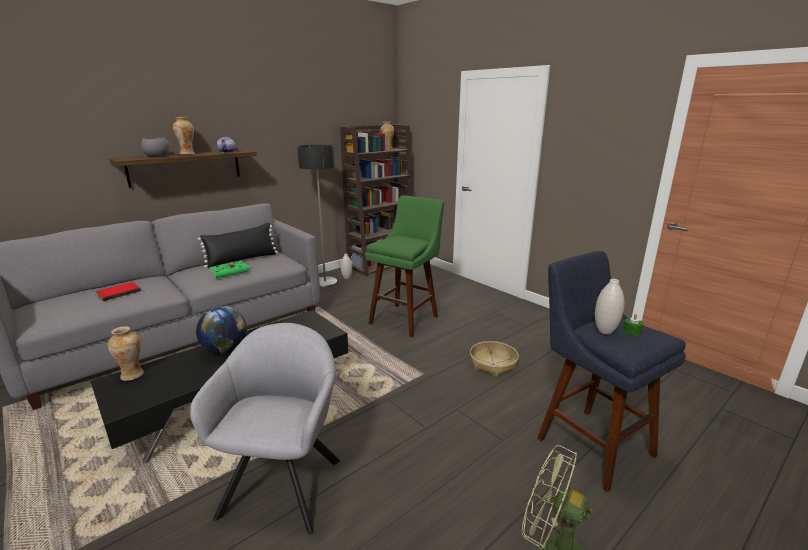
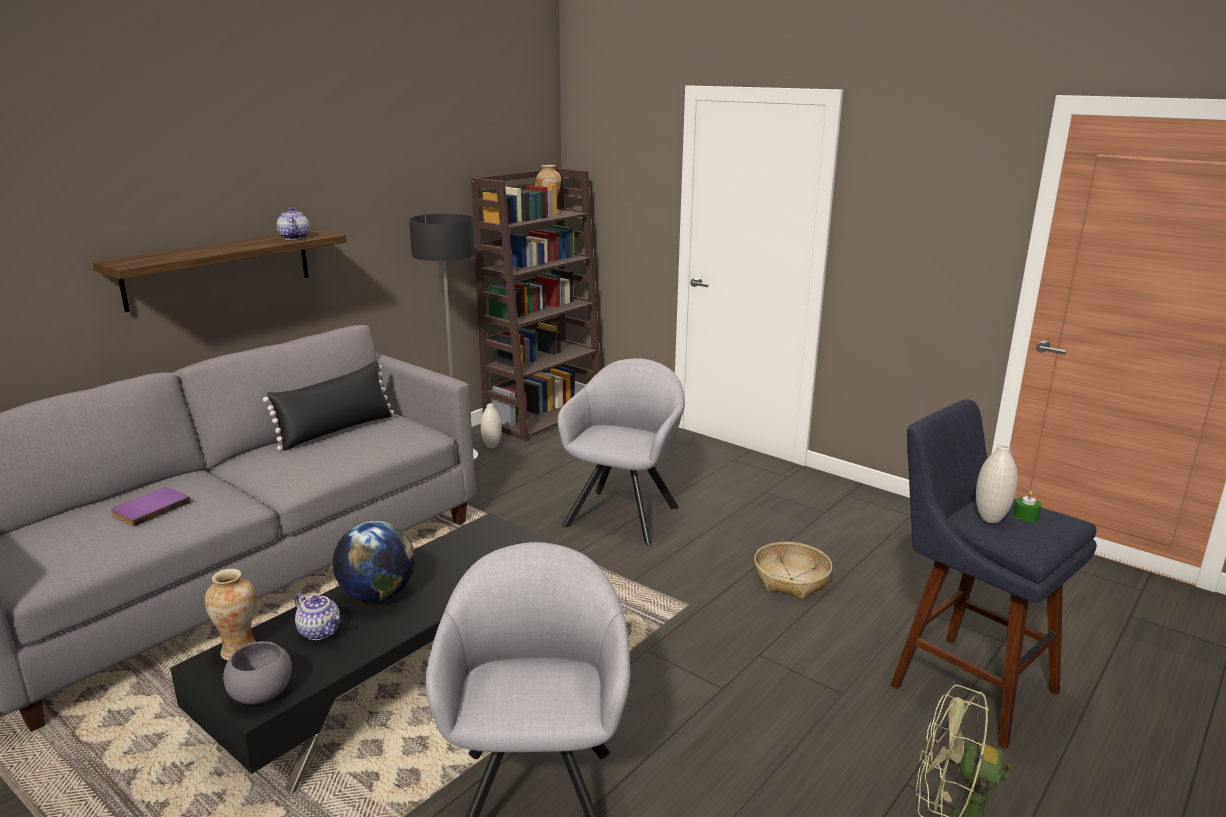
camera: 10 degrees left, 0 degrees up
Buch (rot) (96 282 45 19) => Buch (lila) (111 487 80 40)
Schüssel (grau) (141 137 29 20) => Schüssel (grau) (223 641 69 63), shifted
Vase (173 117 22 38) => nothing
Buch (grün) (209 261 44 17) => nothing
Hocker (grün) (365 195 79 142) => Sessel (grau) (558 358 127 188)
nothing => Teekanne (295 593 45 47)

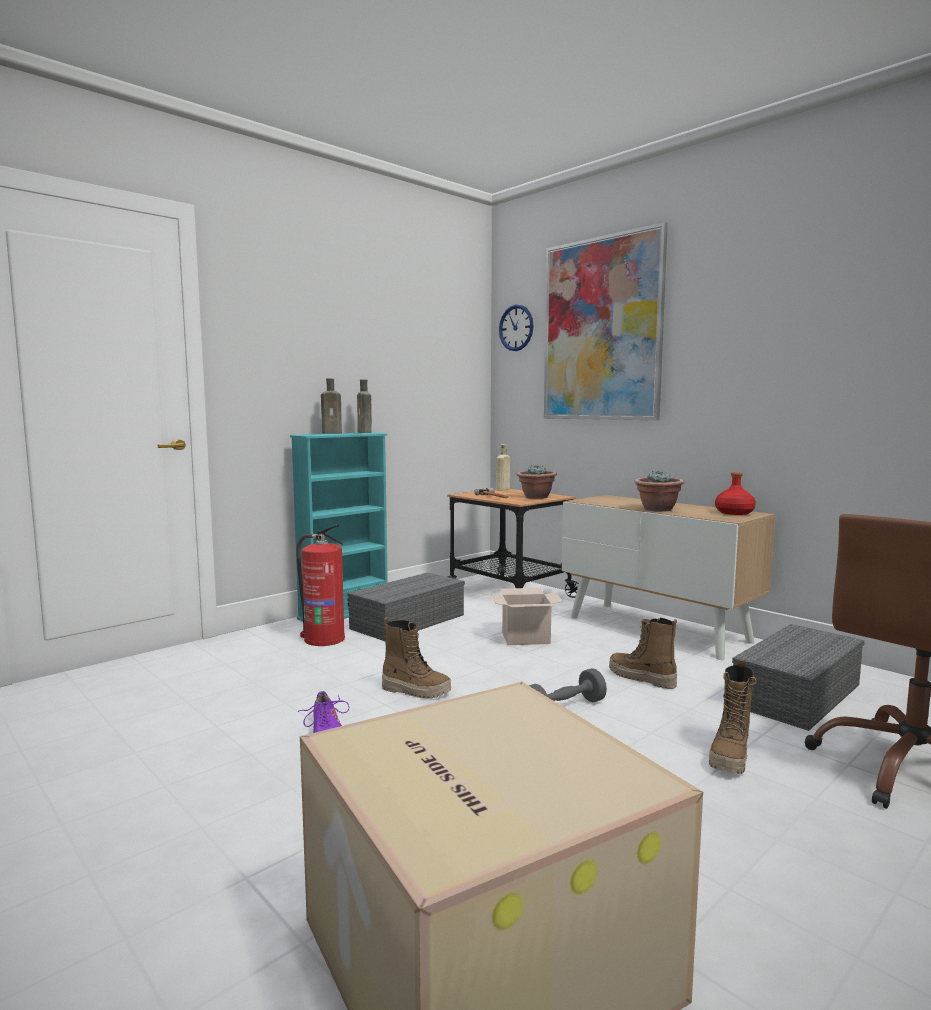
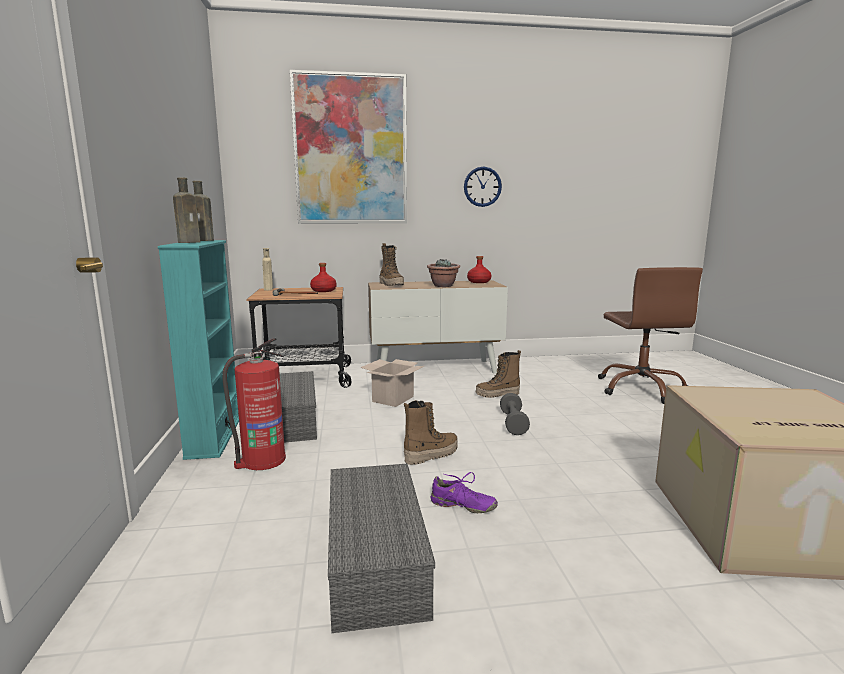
camera: 55 degrees left, 5 degrees up
Wanduhr (499 304 34 47) => Wanduhr (464 166 38 41), shifted
Topfpflanze (517 465 40 34) => Flasche (rot) (310 263 27 29)
Stiefel (709 659 48 115) => Stiefel (379 243 25 43), shifted
Aufbewahrungsbox (grau) (732 624 133 107) => Aufbewahrungsbox (grau) (328 463 107 170), shifted

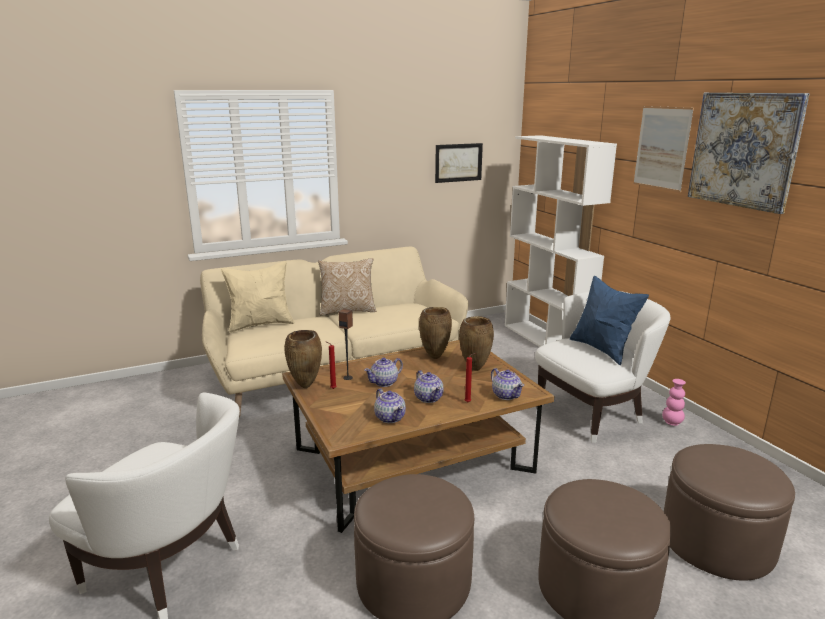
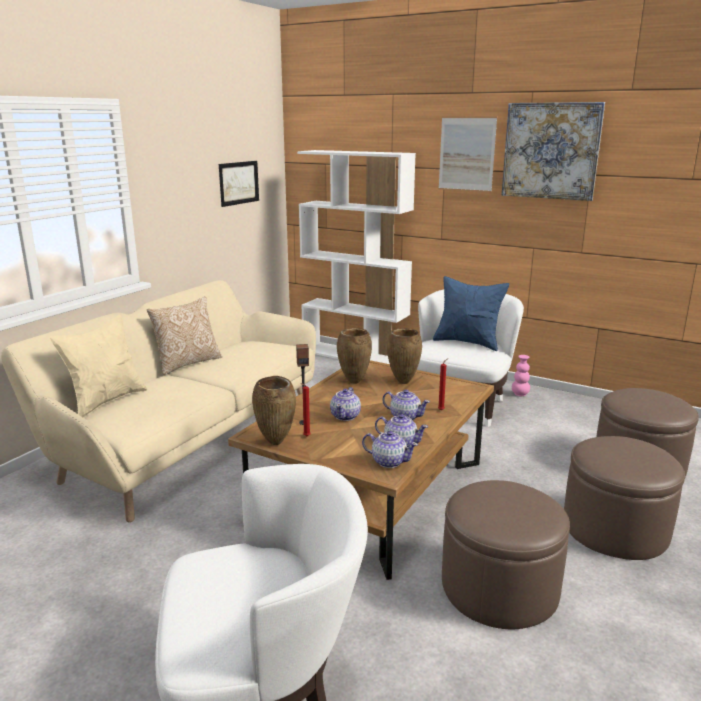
camera: 35 degrees left, 0 degrees up
Teekanne (491 368 33 32) => Teekanne (362 431 56 37), shifted

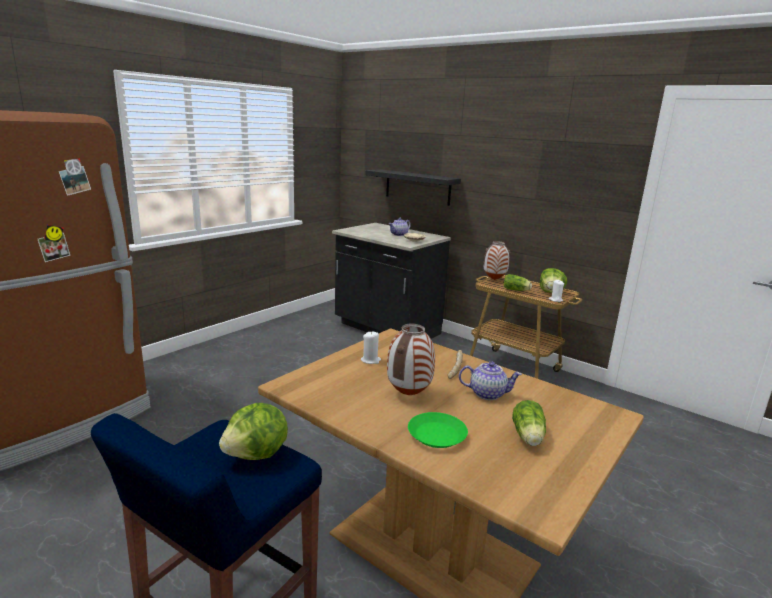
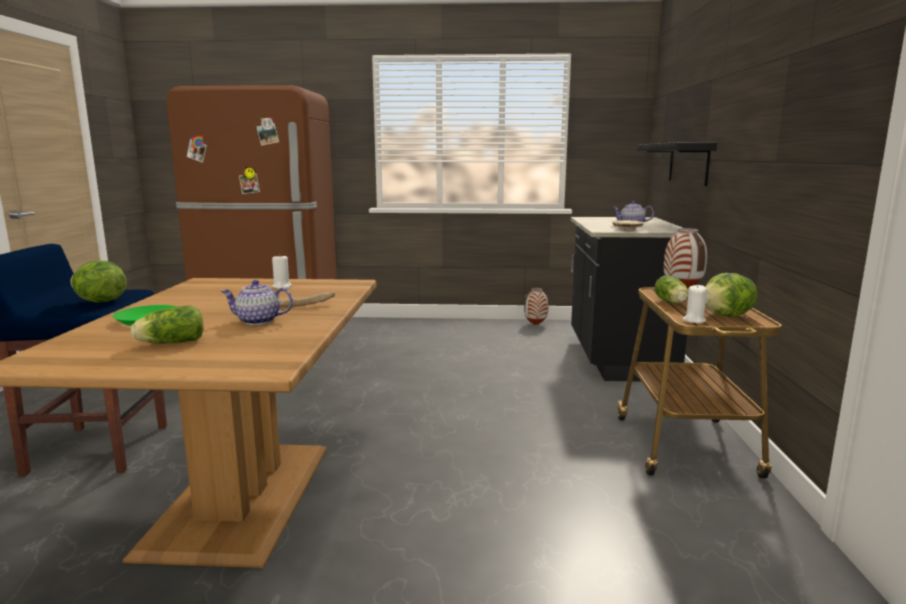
camera: 55 degrees right, 5 degrees down
Vase (387 324 48 71) => Vase (524 288 25 37), shifted
Teekanne (459 362 63 38) => Teekanne (221 280 72 45), 120 degrees clockwise

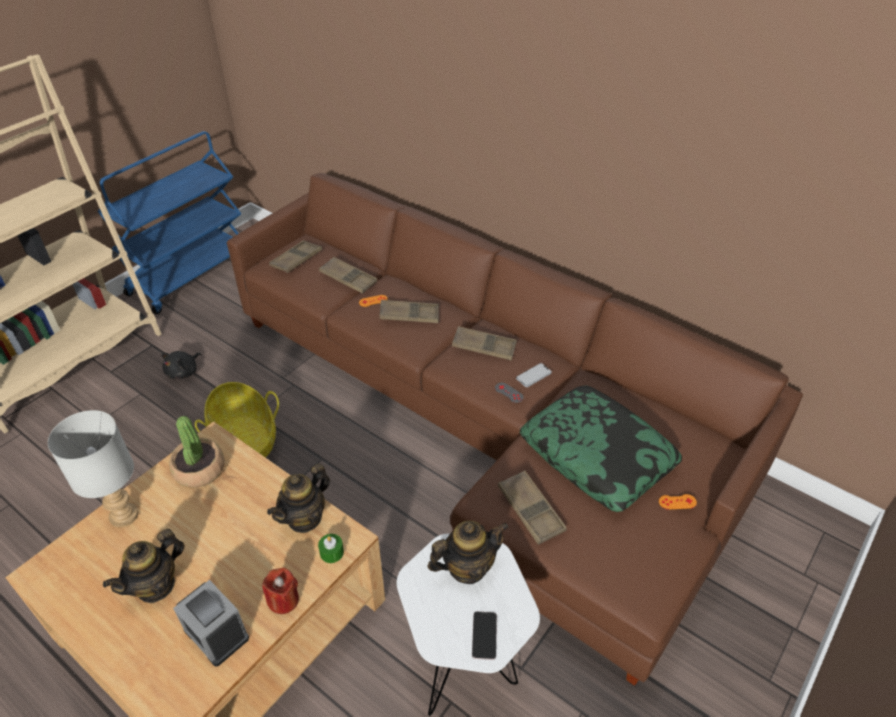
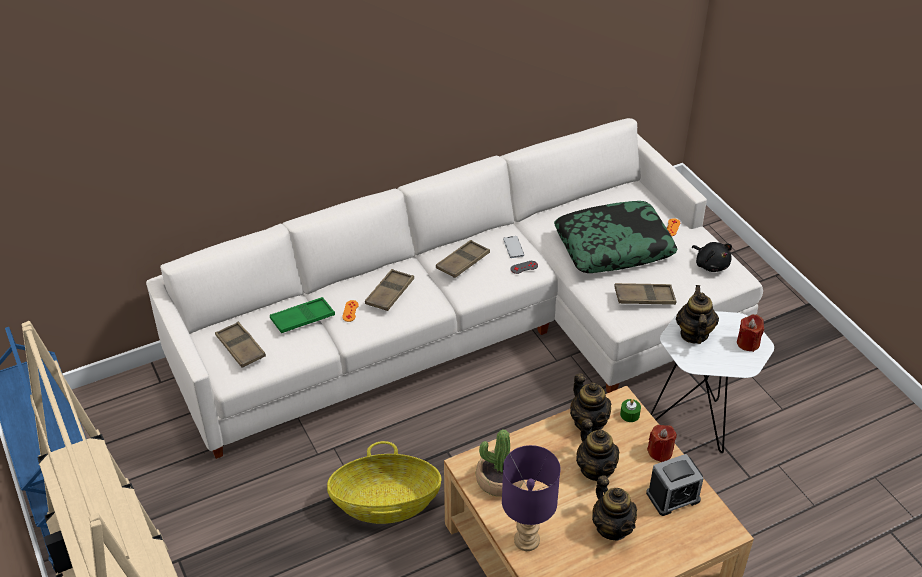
camera: 65 degrees left, 0 degrees up
Tischlampe (grau) (48 410 90 117) => Tischlampe (lila) (502 445 59 106)
Plüschtier (schwarz) (161 351 41 28) => Plüschtier (schwarz) (692 242 40 30), shifted
Sofa (braun) (227 173 576 513) => Sofa (weiß) (146 118 617 341)
Tablett (braun) (319 257 58 37) => Tablett (grün) (270 297 65 36)
Handy (472 611 25 49) => Kerze (rot) (737 314 27 38)
nothing => Teekanne (576 419 43 62)

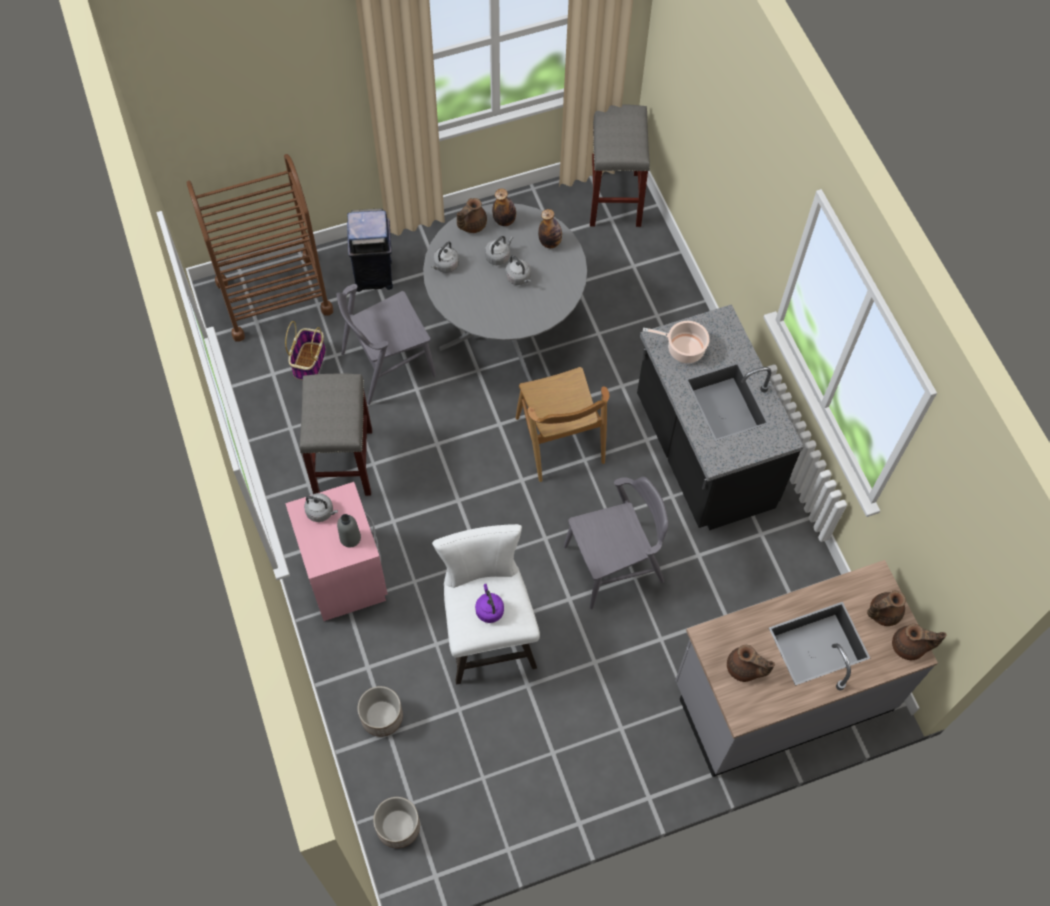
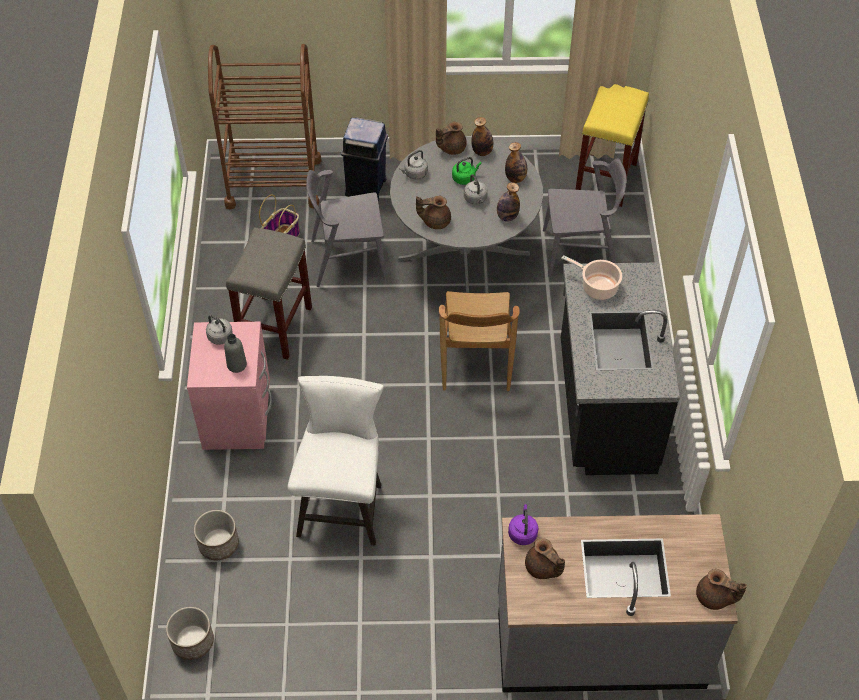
camera: 20 degrees right, 10 degrees down
Wasserkessel (lila) (475 584 29 39) => Wasserkessel (lila) (508 504 30 41), shifted
Wasserkessel (grau) (485 236 28 29) => Wasserkessel (grün) (452 157 30 28)
Stuhl (grau) (564 476 104 133) => Stuhl (grau) (543 158 84 119), shifted
Hocker (grau) (590 104 60 123) => Hocker (gelb) (575 84 74 123)
Teekanne (braun) (867 590 39 36) => Teekanne (braun) (416 195 35 34), shifted
nothing => Flasche (497 183 23 39)

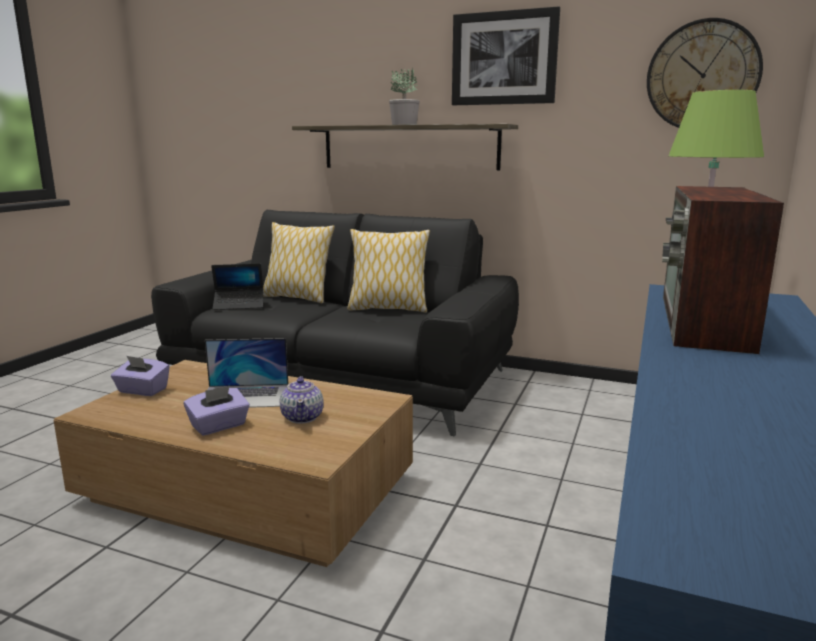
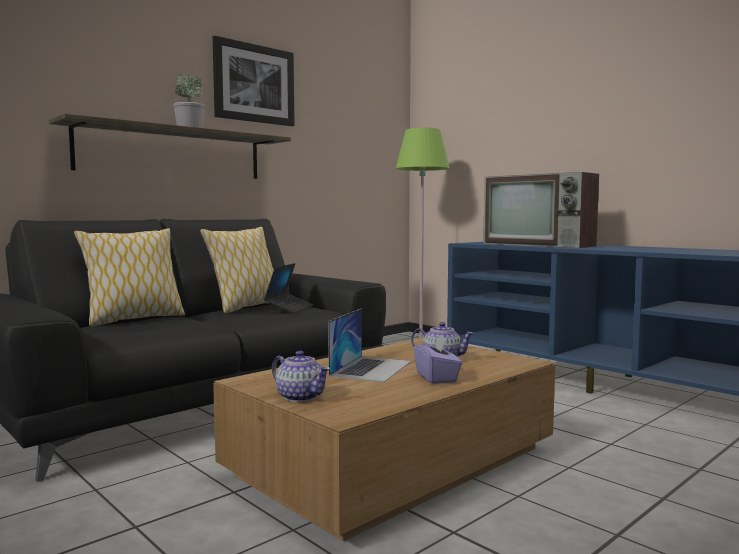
camera: 65 degrees left, 10 degrees down
Taschentuchbox (lila) (111 356 59 40) => Teekanne (272 351 58 51)
Laptop (211 264 52 46) => Laptop (264 263 49 50), shifted
Wanduhr (647 18 116 110) => nothing

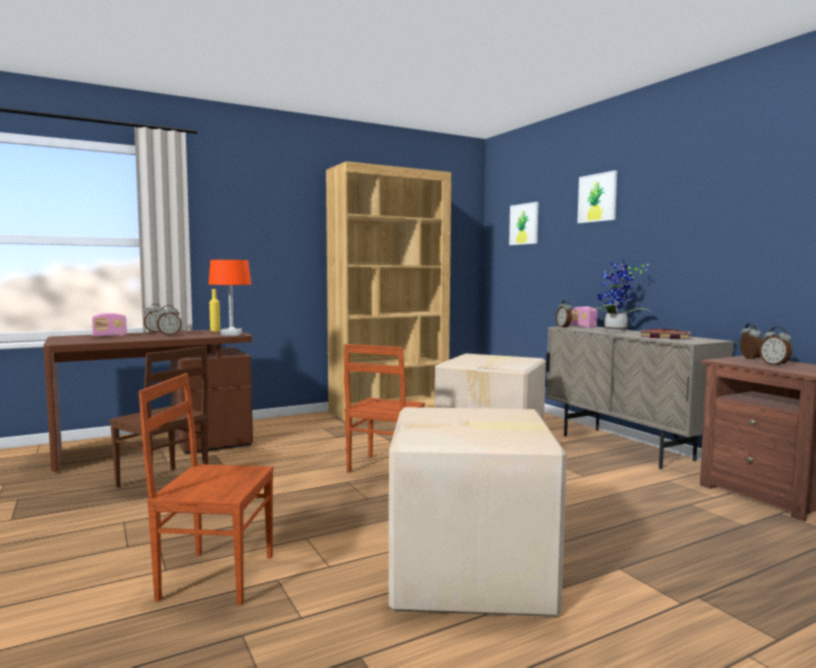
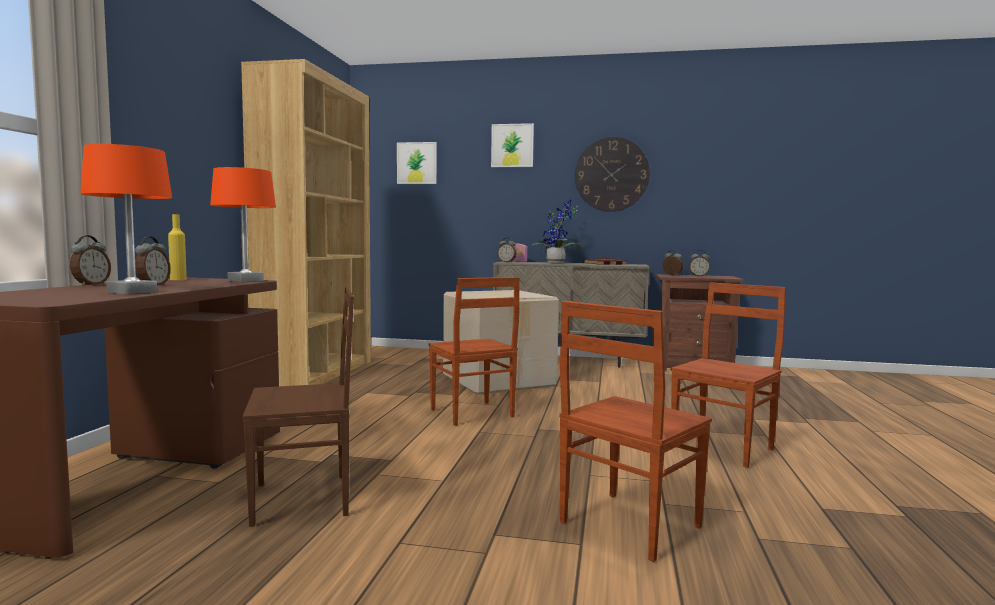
camera: 50 degrees left, 0 degrees up
Radio (92 313 35 24) => nothing
Karton (389 407 178 210) => Stuhl (braun) (671 282 115 186)
nothing => Tischlampe (orange) (80 144 92 150)
nothing => Wanduhr (575 137 75 75)

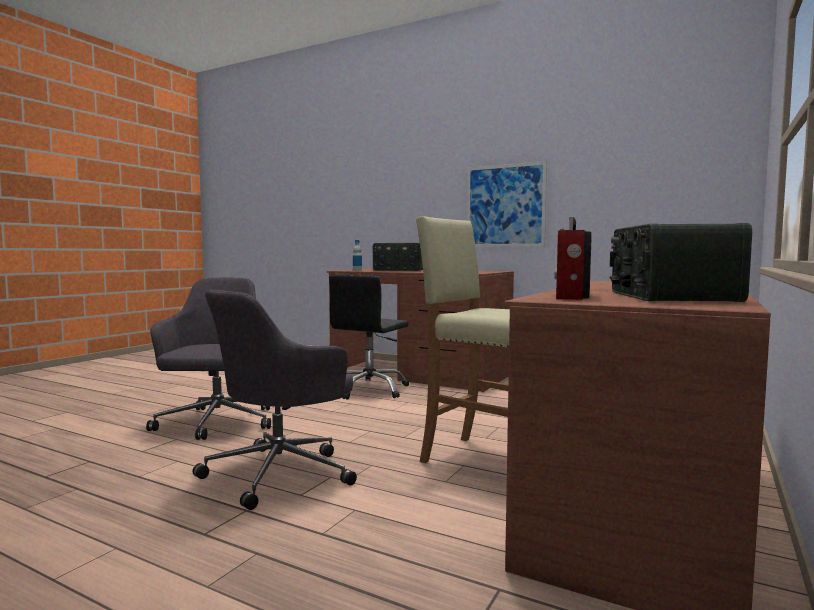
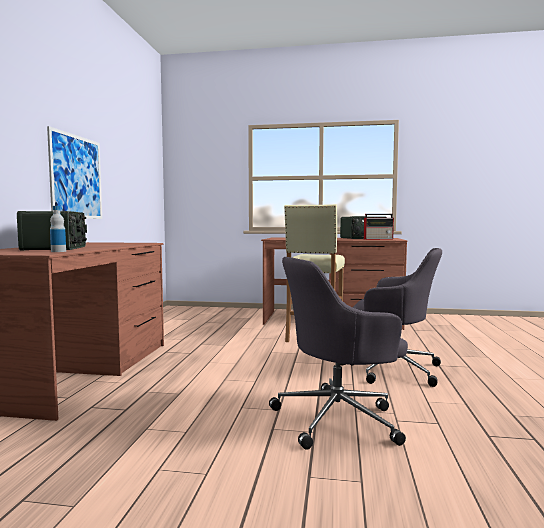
camera: 110 degrees left, 0 degrees up
Bürostuhl (schwarz) (329 275 80 125) => nothing

